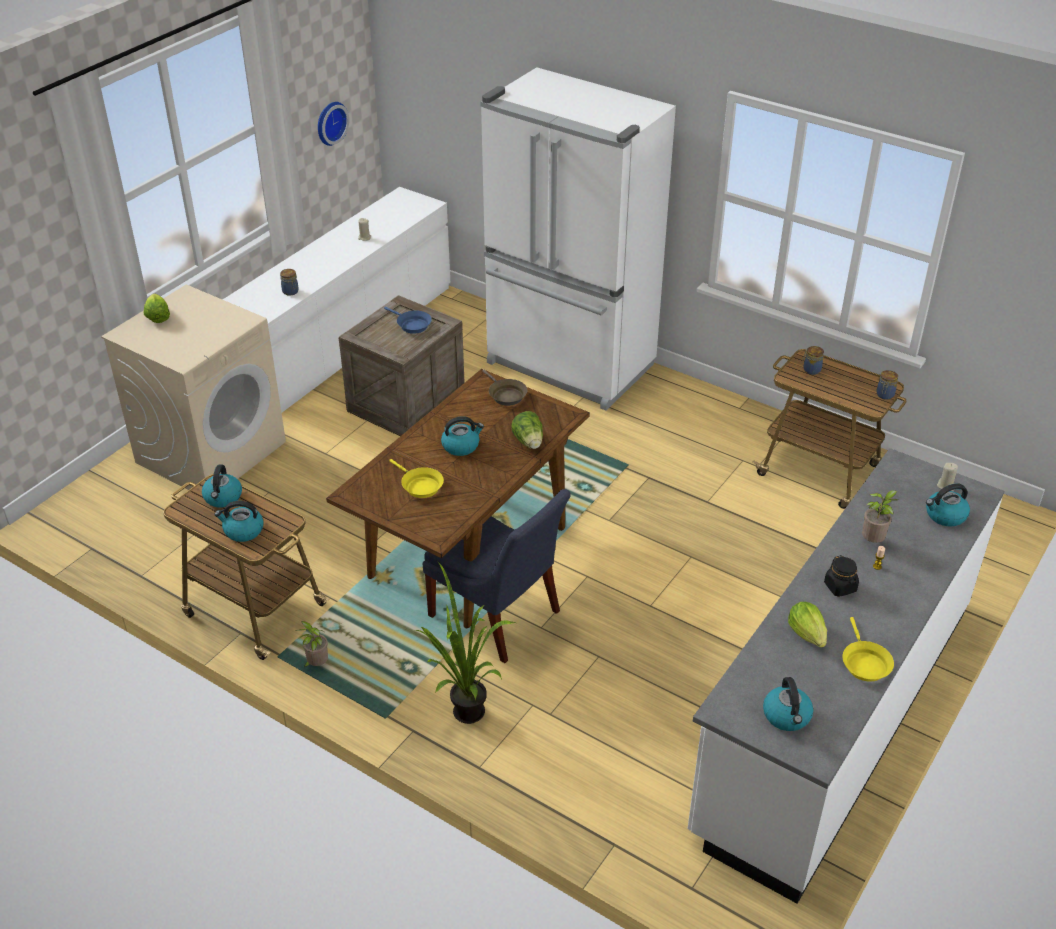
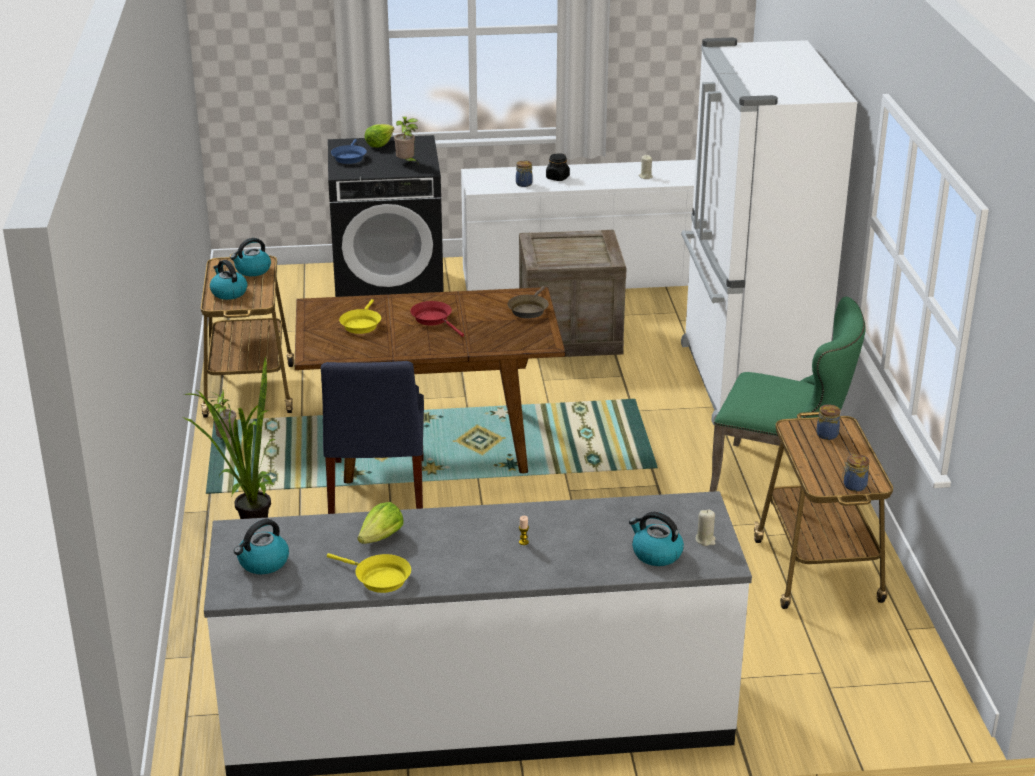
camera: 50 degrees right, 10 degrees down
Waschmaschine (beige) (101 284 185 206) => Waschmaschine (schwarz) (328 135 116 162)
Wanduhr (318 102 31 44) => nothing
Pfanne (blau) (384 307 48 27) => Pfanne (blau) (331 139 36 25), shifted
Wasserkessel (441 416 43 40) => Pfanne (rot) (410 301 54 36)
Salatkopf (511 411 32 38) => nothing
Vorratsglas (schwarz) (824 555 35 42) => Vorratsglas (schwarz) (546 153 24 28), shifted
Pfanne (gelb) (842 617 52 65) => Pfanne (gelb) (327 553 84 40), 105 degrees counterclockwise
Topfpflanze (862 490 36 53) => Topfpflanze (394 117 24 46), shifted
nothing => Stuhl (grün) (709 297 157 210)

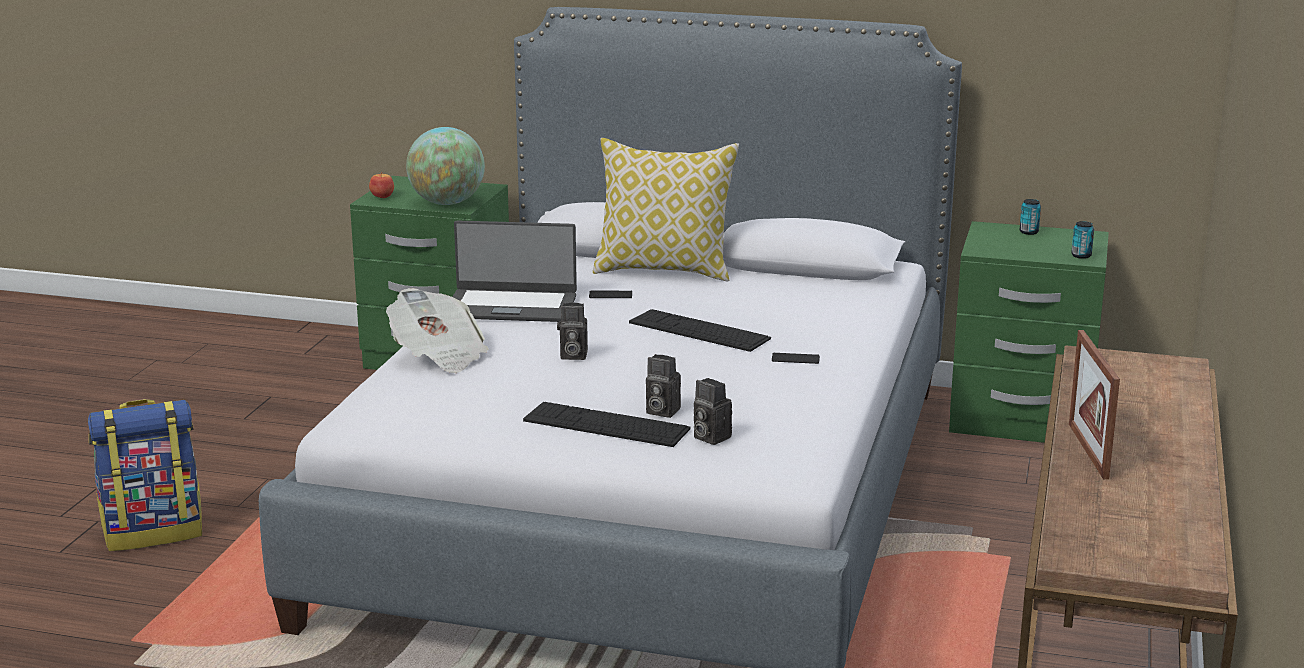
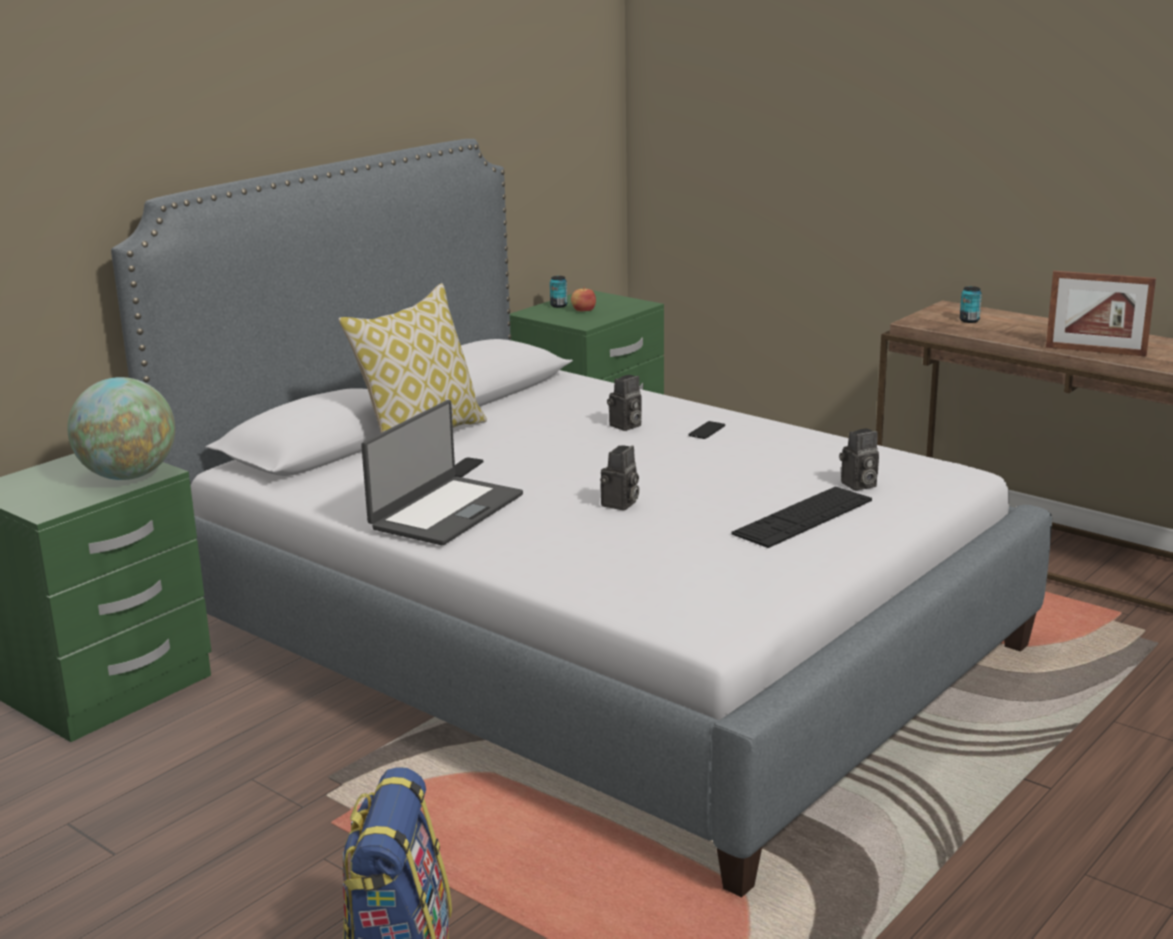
camera: 65 degrees left, 0 degrees up
Apfel (369 172 25 26) => Apfel (571 286 25 25), shifted
Zeitung (386 288 103 85) => nothing
Tastatur (629 309 142 43) => nothing
Kamera (646 354 35 64) => Kamera (607 375 35 56), shifted
Dose (1071 221 23 38) => Dose (960 286 22 37), shifted

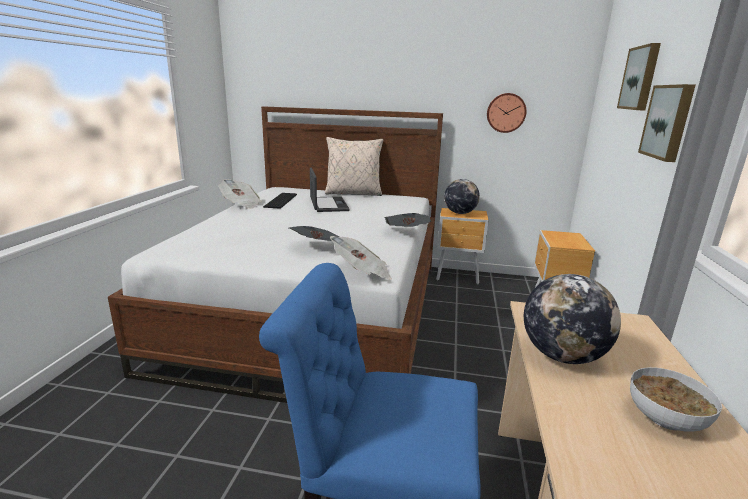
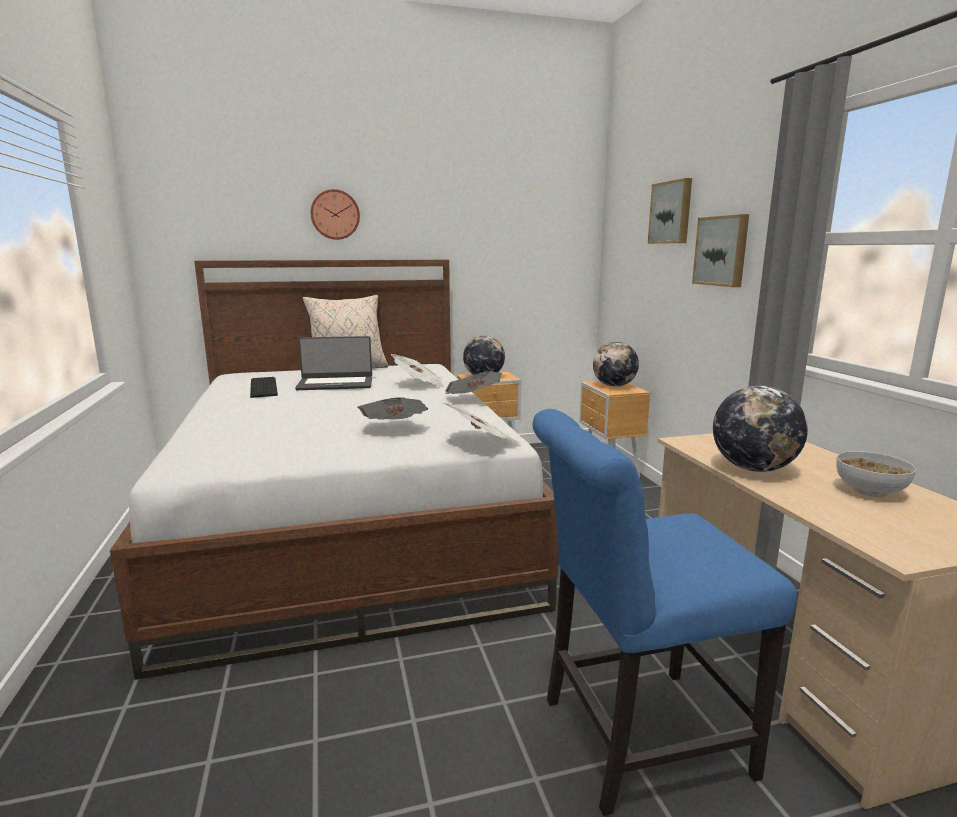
camera: 25 degrees left, 5 degrees down
Zeitung (218 179 44 30) => Zeitung (391 354 53 33), shifted
Laptop (310 167 40 45) => Laptop (295 336 77 54), 120 degrees clockwise
Wanduhr (487 93 40 40) => Wanduhr (311 189 49 51), shifted
nothing => Globus (593 342 46 45)

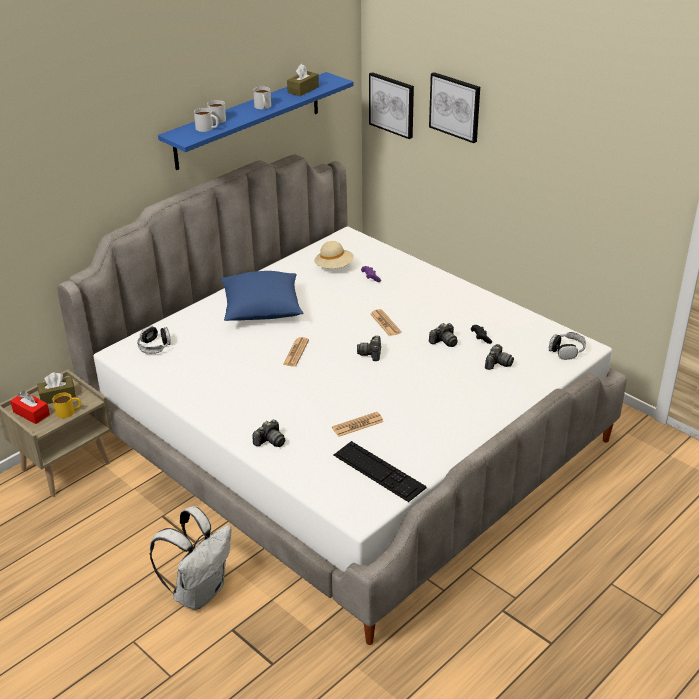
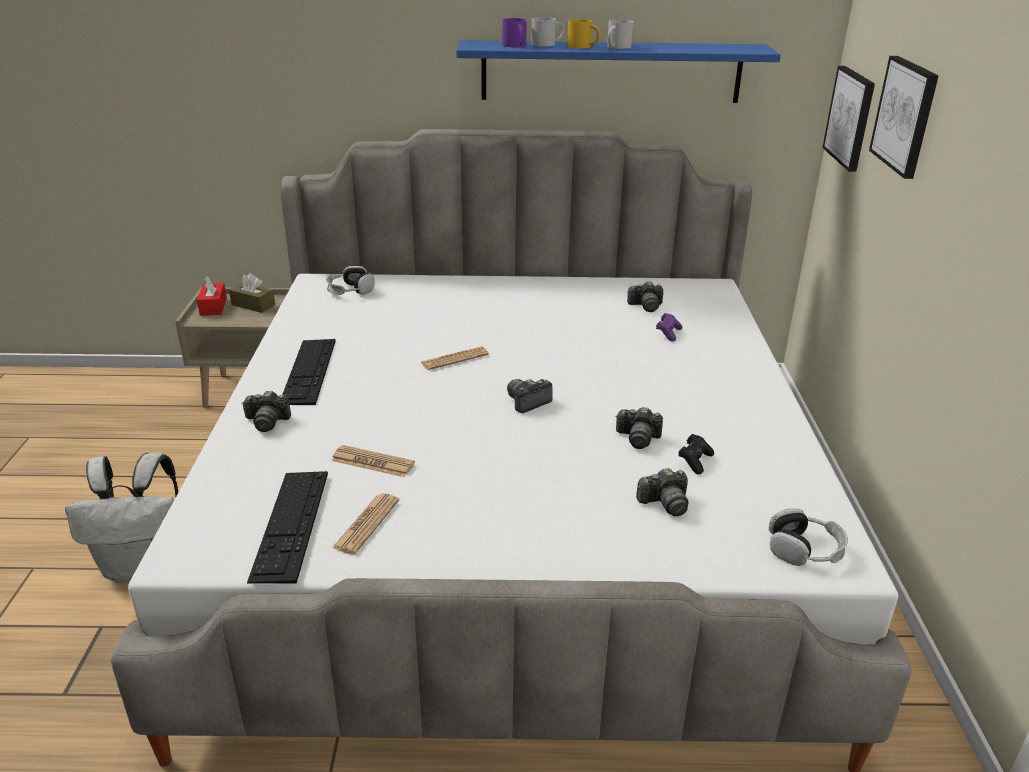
camera: 45 degrees right, 5 degrees down
Henkelbecher (gelb) (53 393 28 25) => Henkelbecher (gelb) (567 19 33 30), shifted
Henkelbecher (weiß) (194 108 25 24) => Henkelbecher (lila) (502 18 25 29)
Kissen (blau) (221 271 82 50) => nothing
Taschentuchbox (braun) (287 64 32 32) => nothing
Hut (beige) (315 241 39 27) => Kamera (627 281 36 31)
Zeitung (370 309 31 27) => Zeitung (332 493 67 61), shifted
nothing => Tastatur (282 339 54 66)

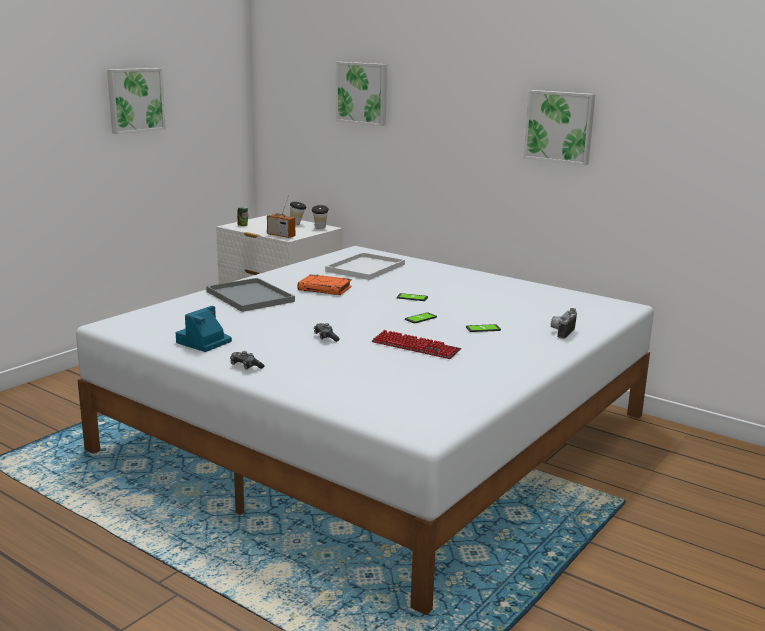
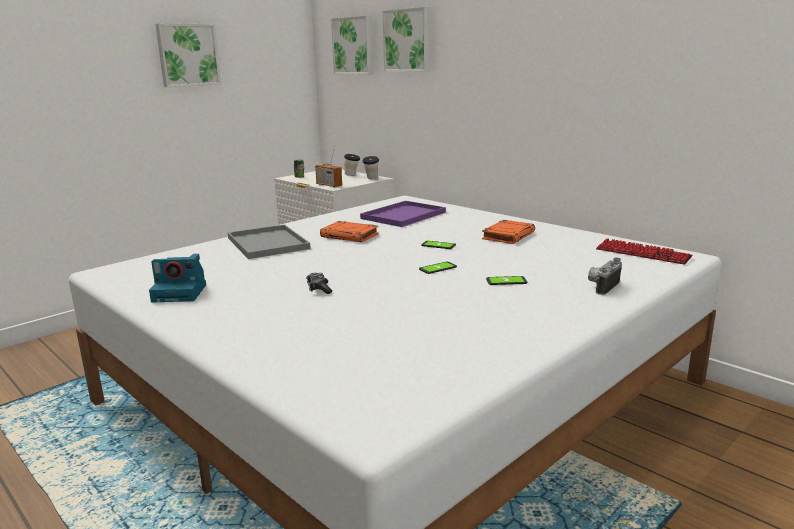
camera: 10 degrees right, 0 degrees up
Kamera (175 306 57 46) => Kamera (149 254 57 48), 135 degrees counterclockwise
Gamepad (230 351 34 19) => nothing
Tablett (weiß) (325 252 80 28) => Tablett (lila) (360 201 86 26)
Tastatur (372 330 89 29) => Tastatur (596 238 97 27), shifted
Bild (523 90 73 75) => Bild (331 15 43 60), shifted
nothing => Buch (orange) (482 220 53 24)

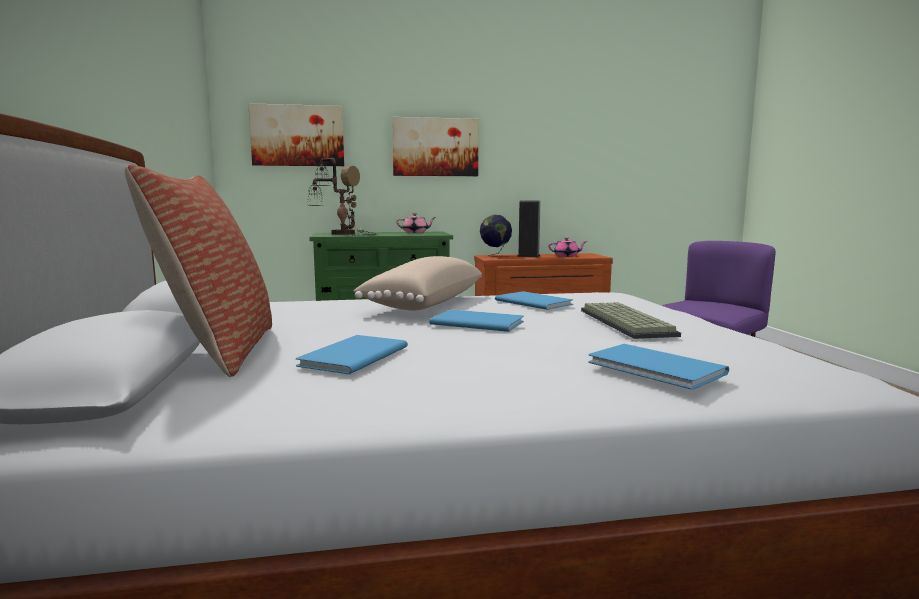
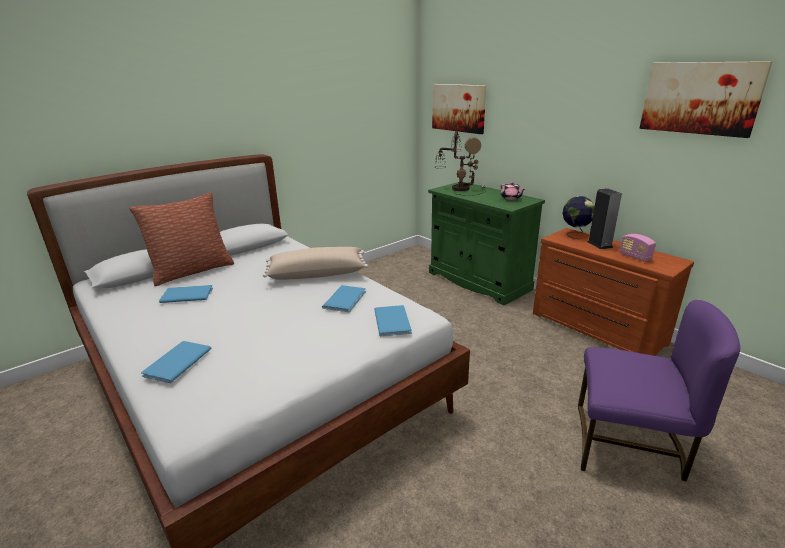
camera: 60 degrees right, 15 degrees up
Bild (392 117 86 59) => Bild (639 61 134 77), shifted
Buch (blau) (429 309 95 23) => Buch (blau) (374 305 38 31), shifted
Teekanne (rosa) (548 237 38 20) => Radio (619 234 37 28)
Tastatur (581 302 100 37) => nothing

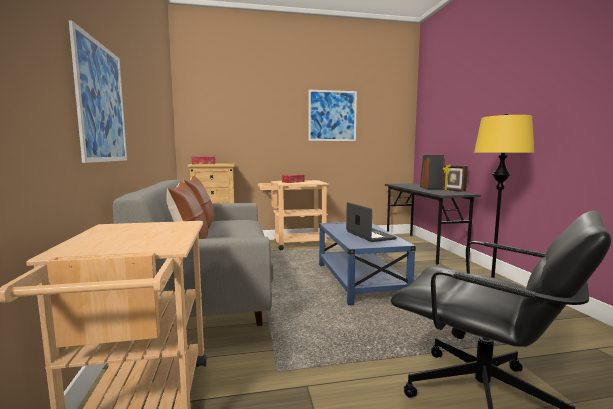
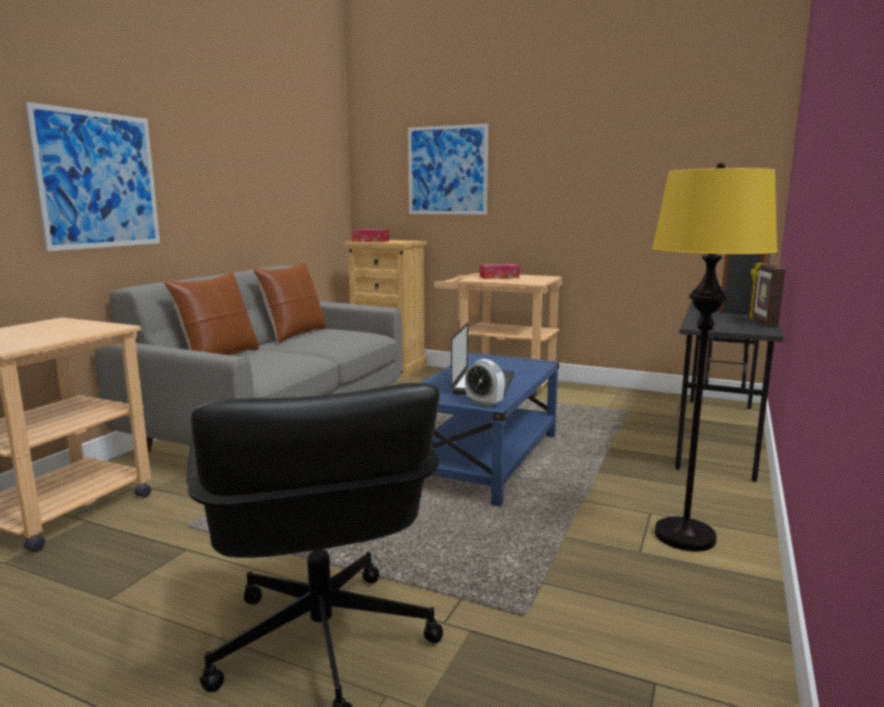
camera: 35 degrees right, 5 degrees up
Bild (308 90 49 51) => Bild (408 124 80 91), shifted
nothing => Wecker (465 359 40 48)

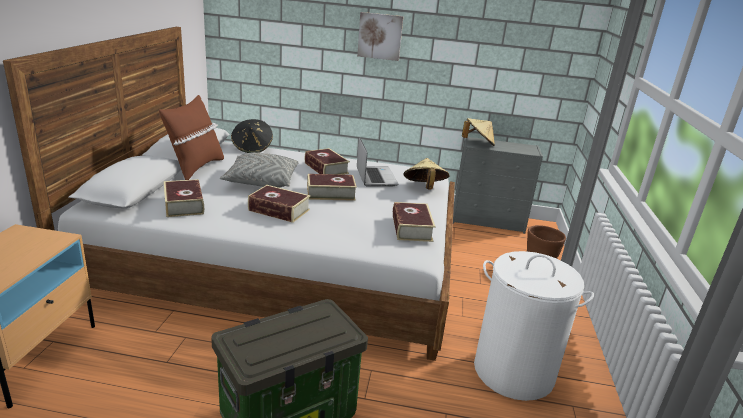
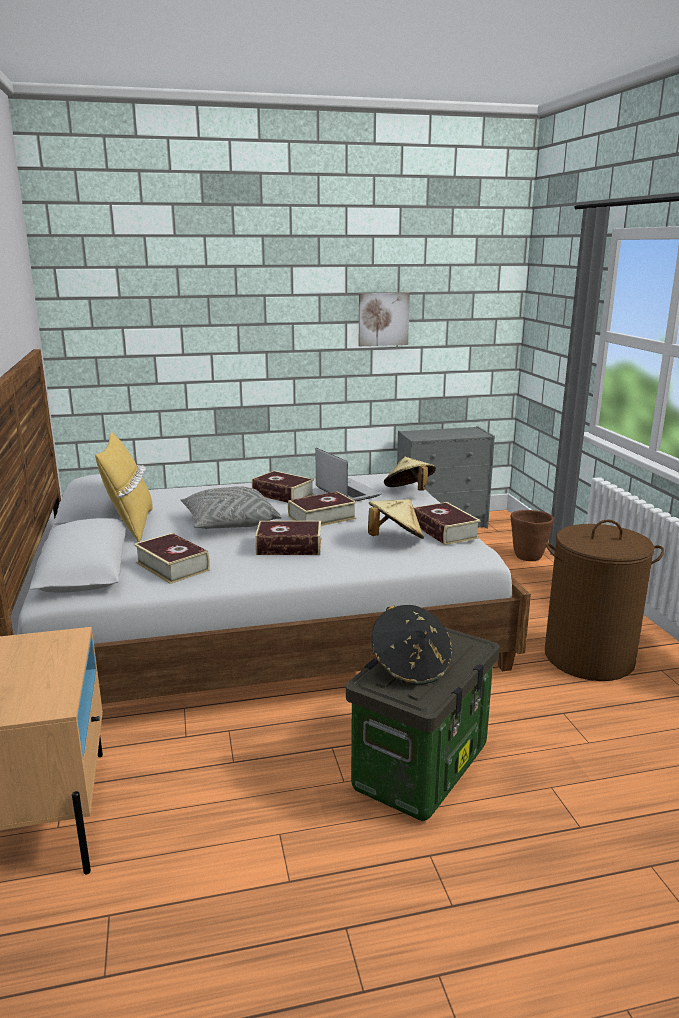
camera: 20 degrees left, 5 degrees down
Kissen (braun) (159 95 65 85) => Kissen (gelb) (95 431 58 111)
Hut (schwarz) (231 119 42 34) => Hut (schwarz) (372 605 81 80), shifted
Bild (357 12 46 49) => Bild (359 293 51 53), shifted
Hut (beige) (462 118 33 28) => Hut (beige) (368 499 56 40), shifted
Wäschekorb (weiß) (474 251 120 150) => Wäschekorb (braun) (545 519 119 162)

